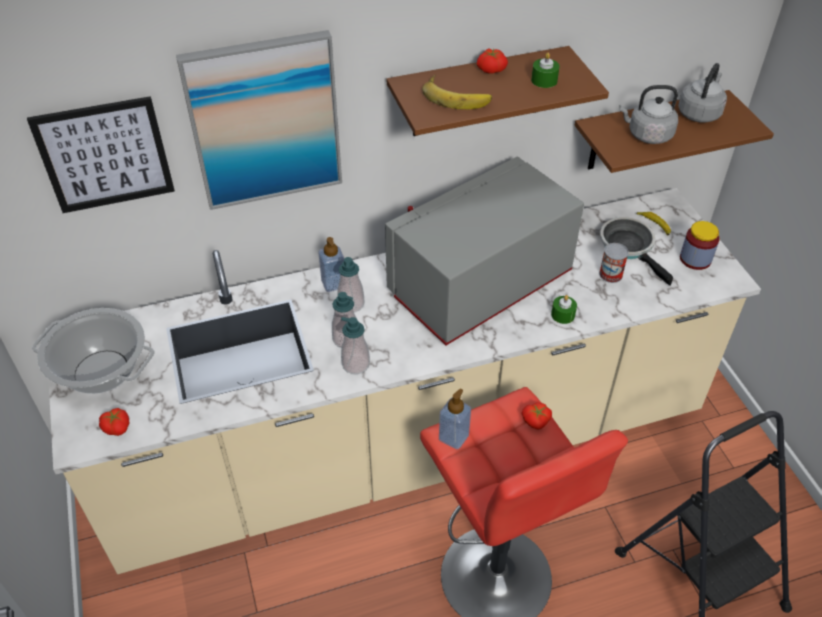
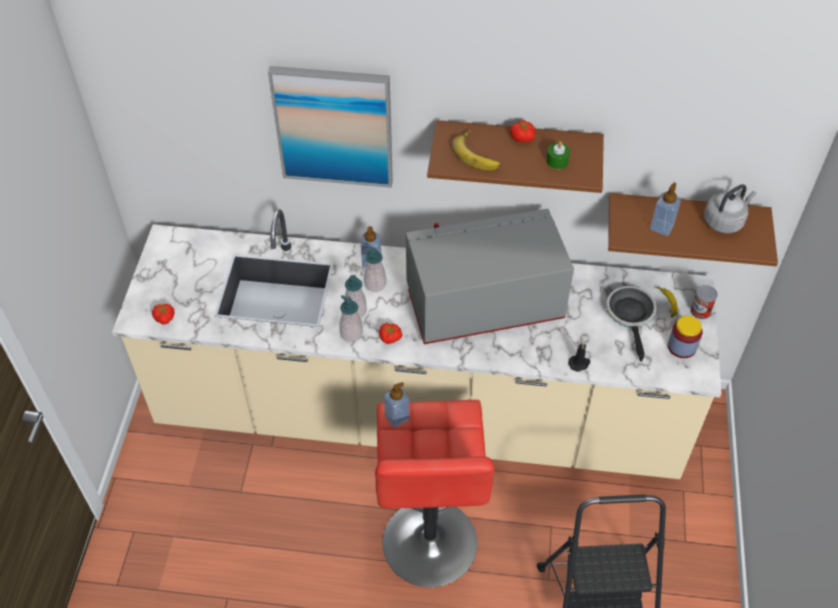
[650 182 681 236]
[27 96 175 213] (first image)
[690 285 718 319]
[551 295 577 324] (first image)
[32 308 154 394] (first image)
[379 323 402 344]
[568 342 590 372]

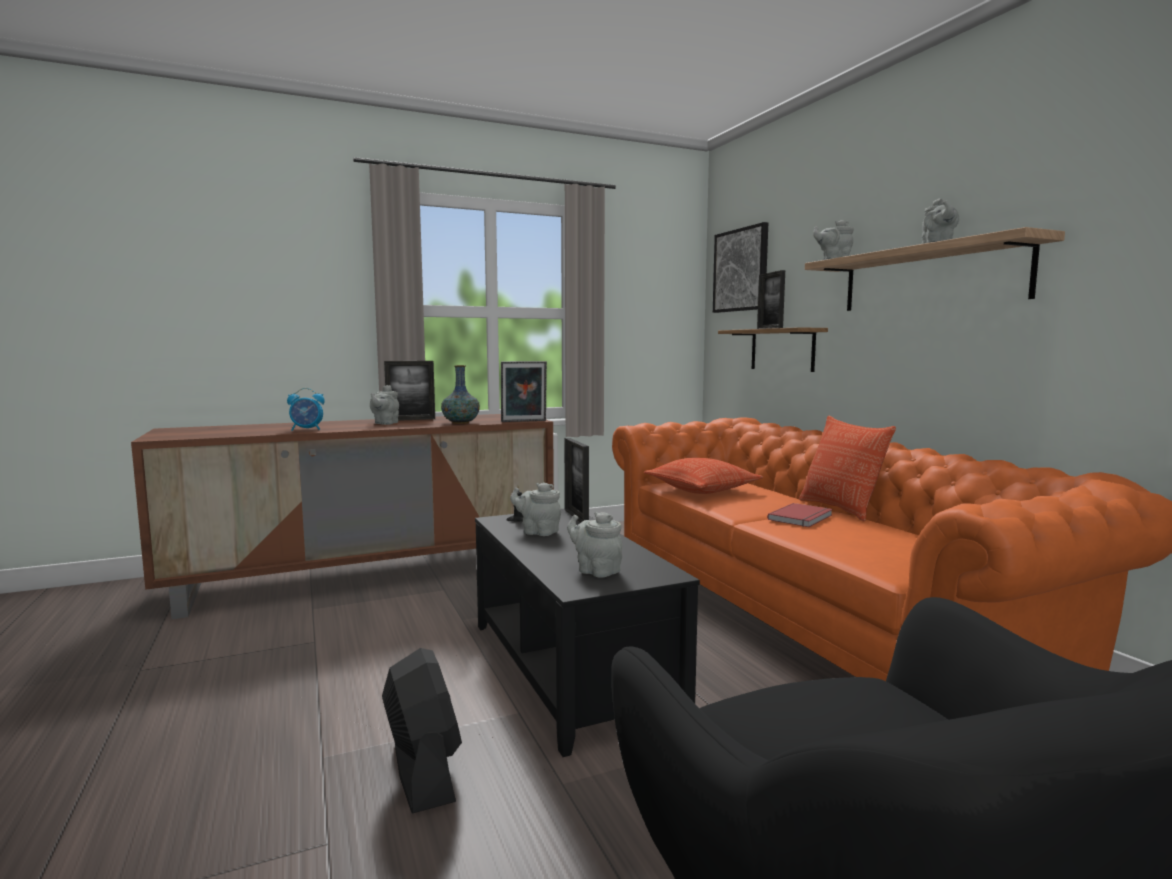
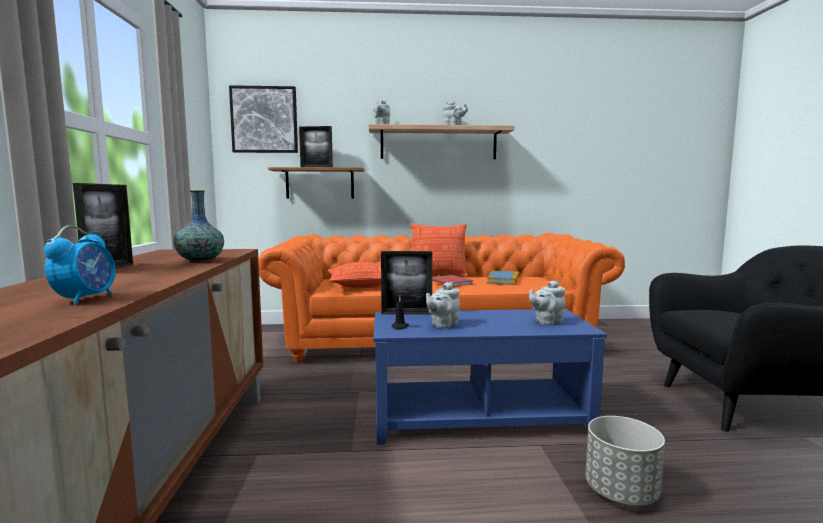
[501 361 547 422] (first image)
[370 385 399 425] (first image)
[373 309 607 445]
[585 416 665 506]
[487 271 519 285]

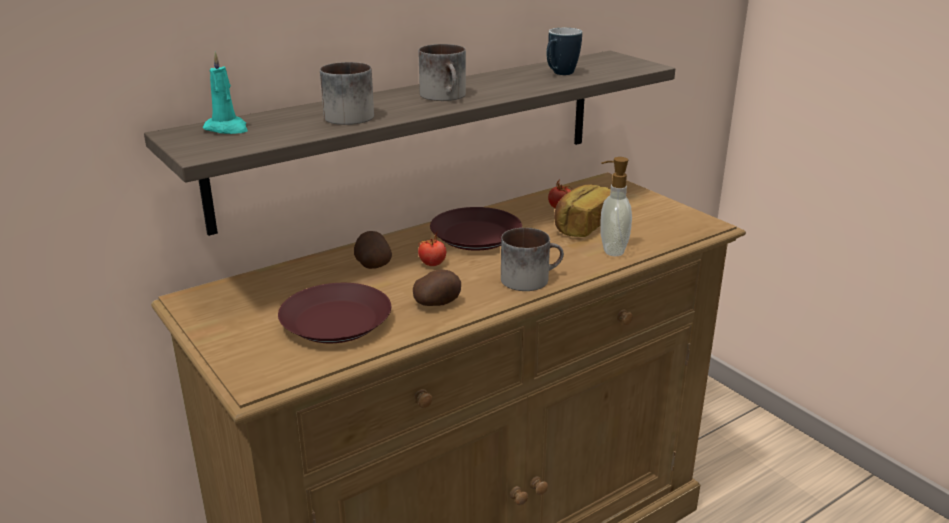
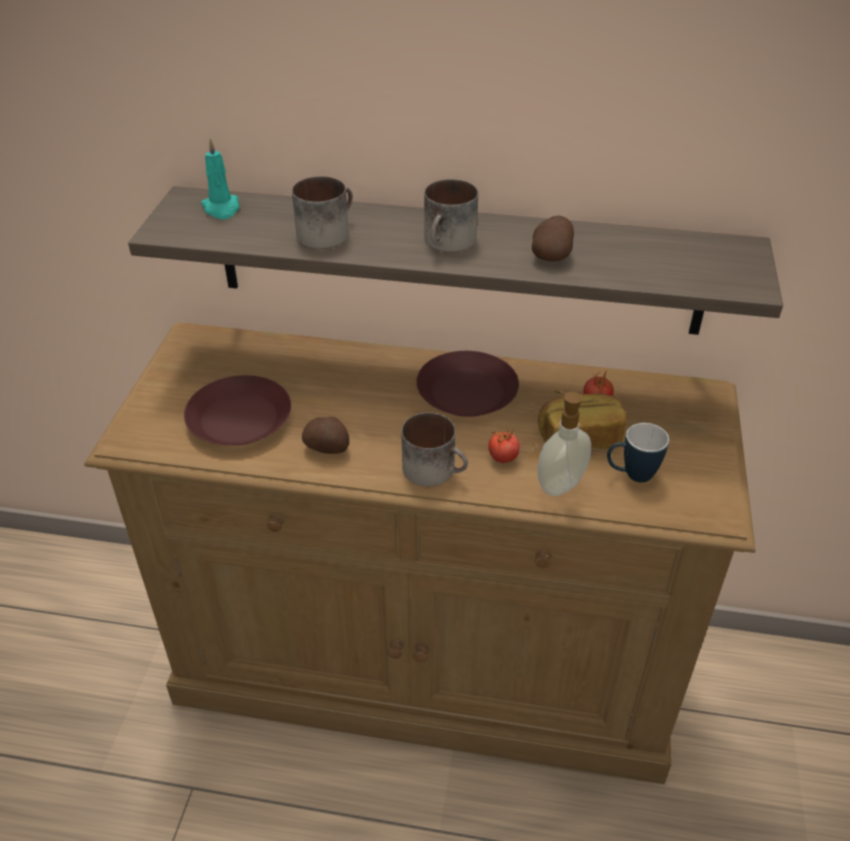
[607 423 669 482]
[532 216 574 261]
[488 429 520 463]

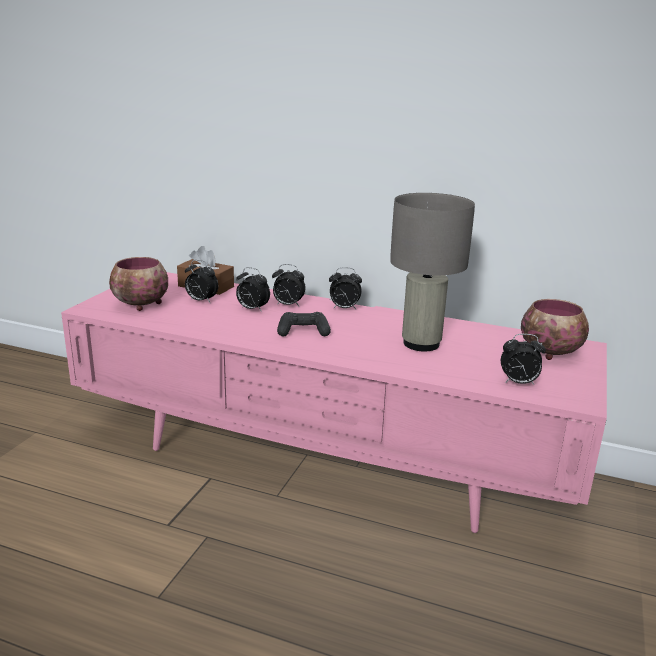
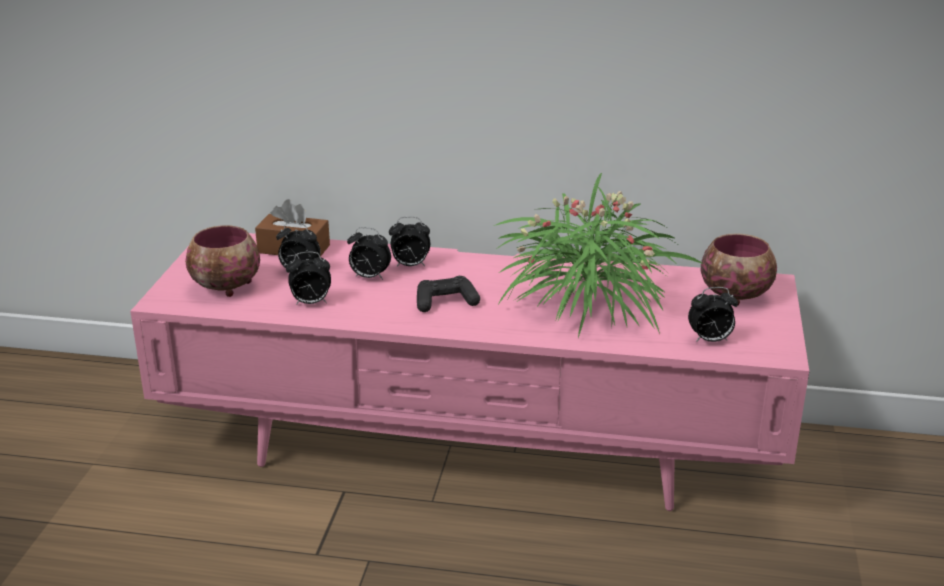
[494 173 703 338]
[286 252 331 305]

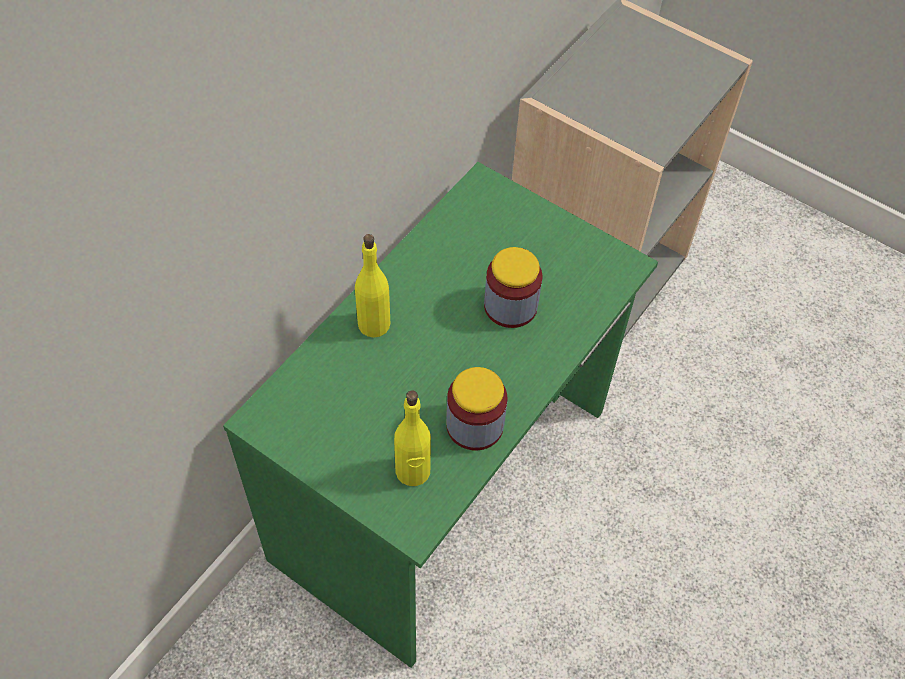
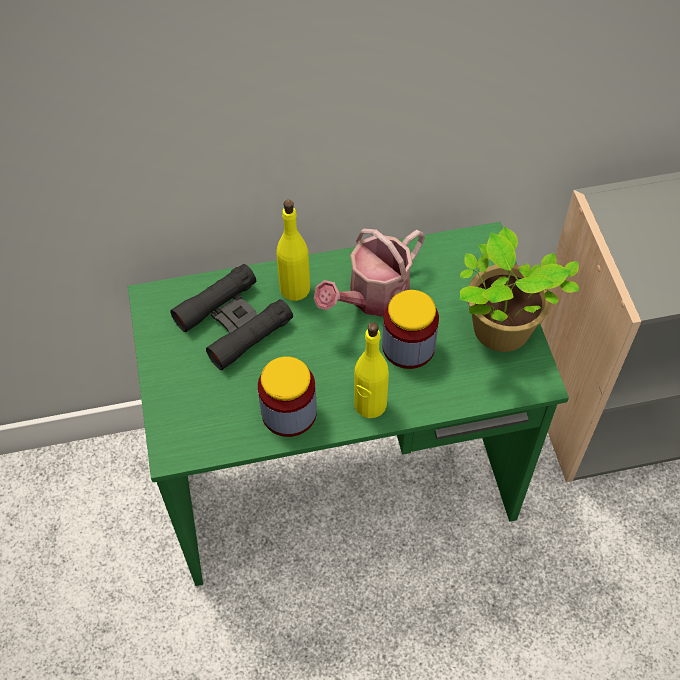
[354 322 389 418]
[459 226 579 352]
[314 228 425 317]
[170 264 293 370]

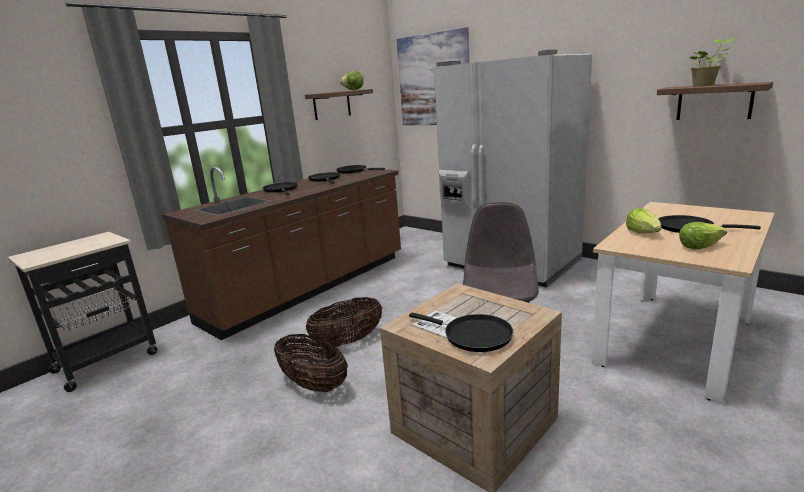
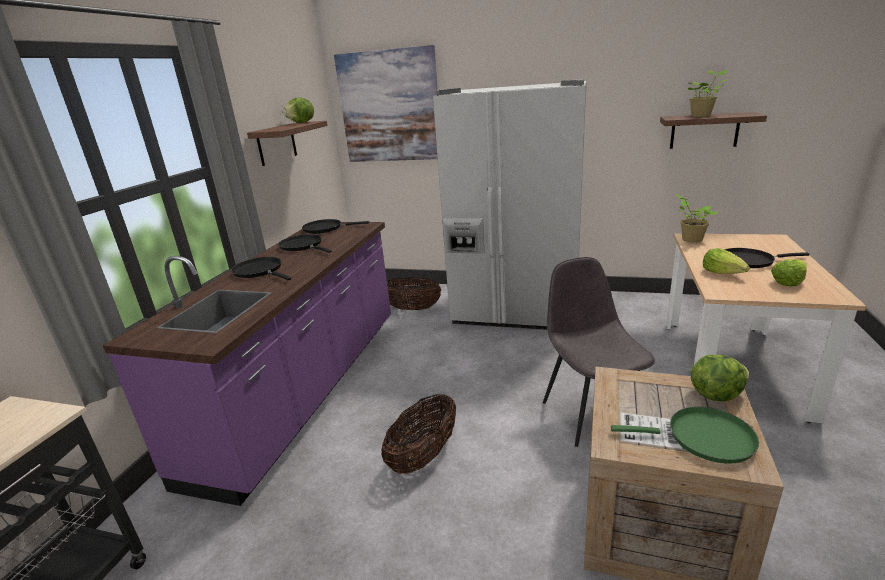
[103 222 391 506]
[611 407 759 464]
[387 277 441 310]
[676 194 718 243]
[691 355 749 402]

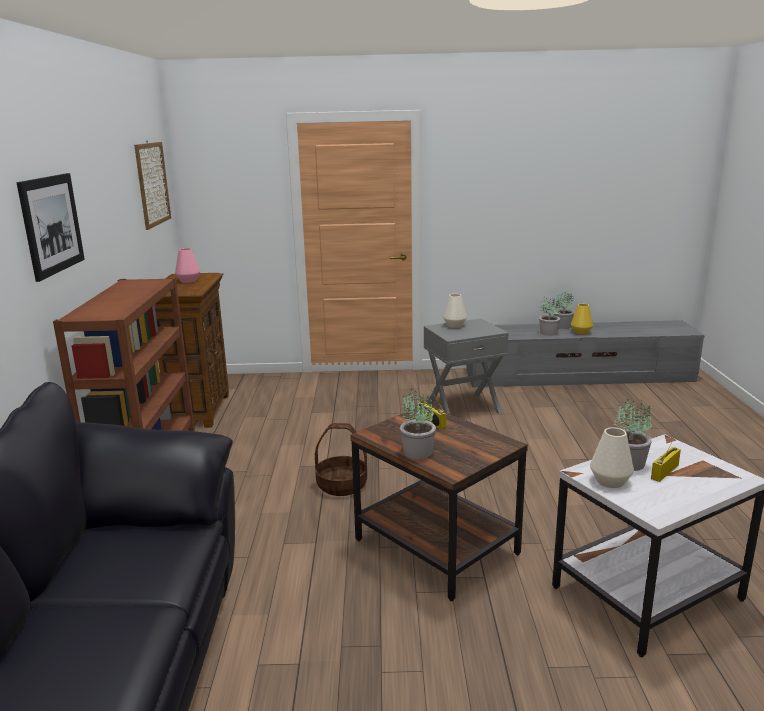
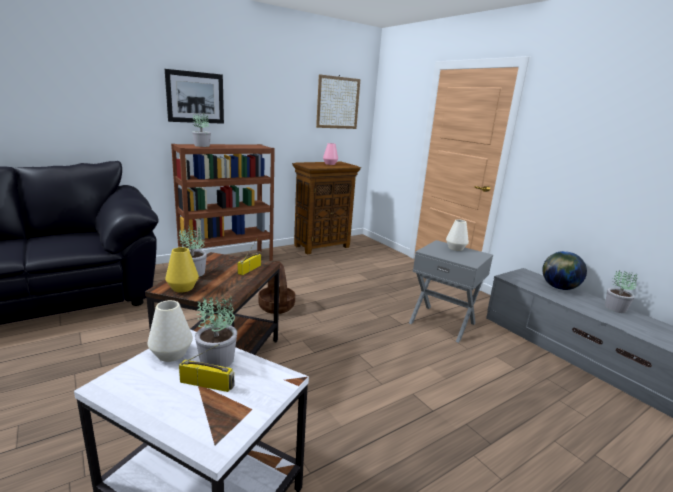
[192 112 211 147]
[165 247 199 292]
[542 251 587 290]

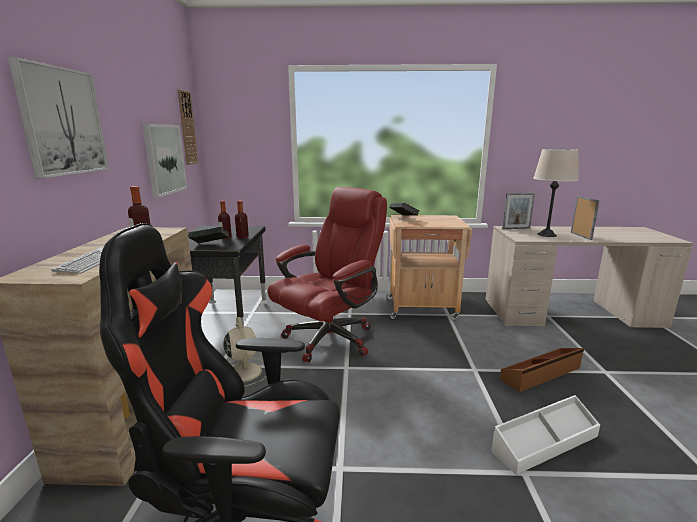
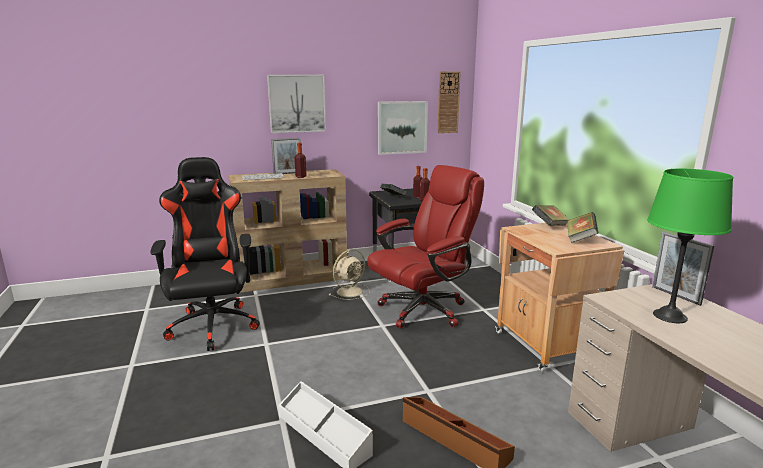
[647 169 733 323]
[367 165 484 328]
[271 138 301 174]
[567 212 598 243]

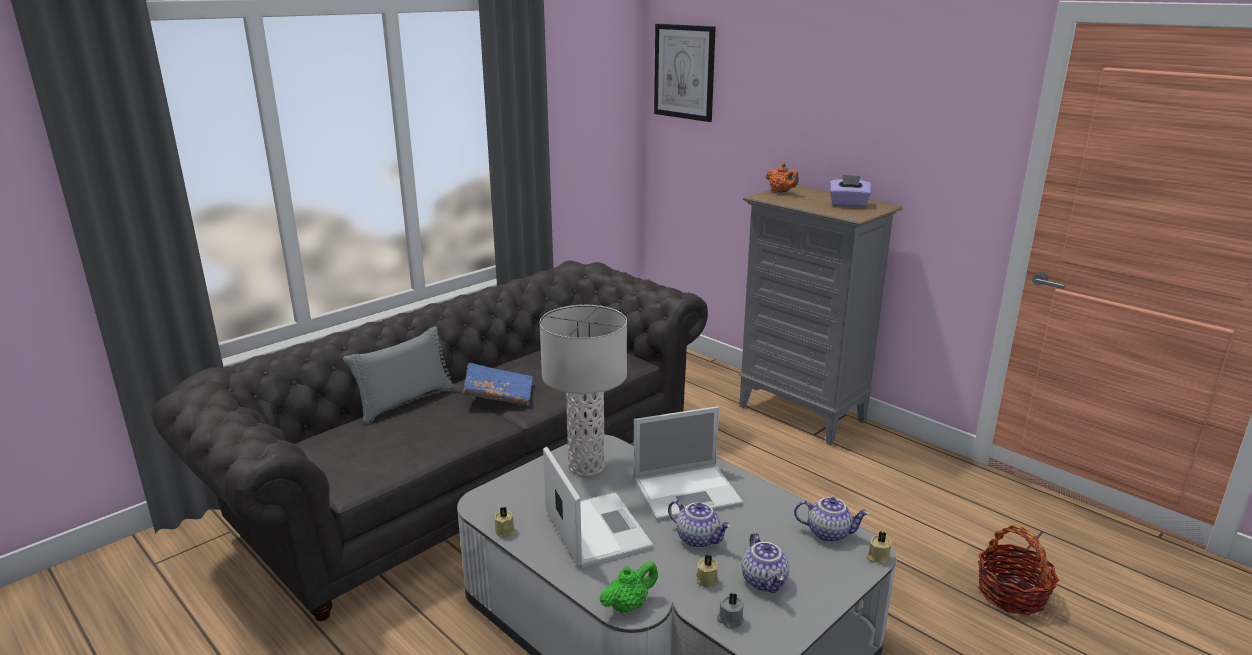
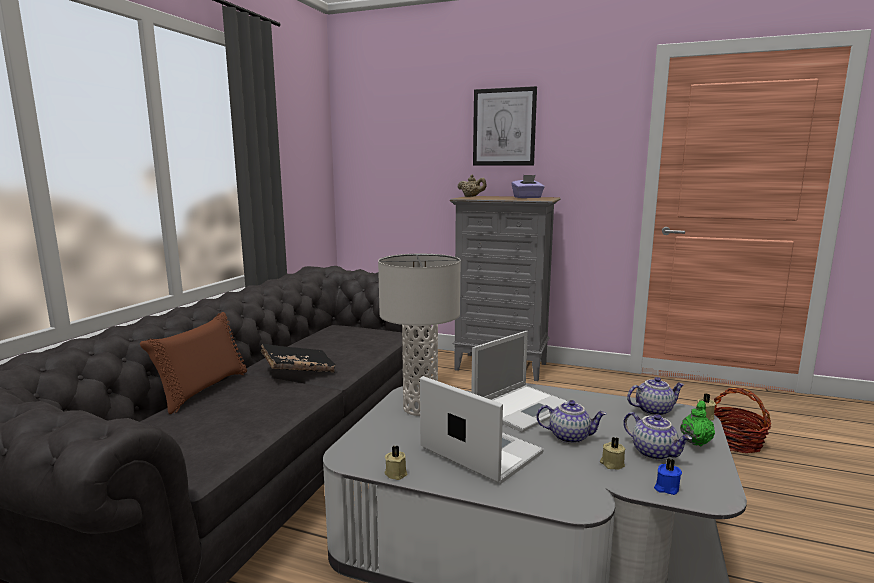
[473 86 537 166]
[458 174 487 197]
[140 312 247 414]
[261 344 336 373]
[680 401 715 446]
[654 458 682 495]

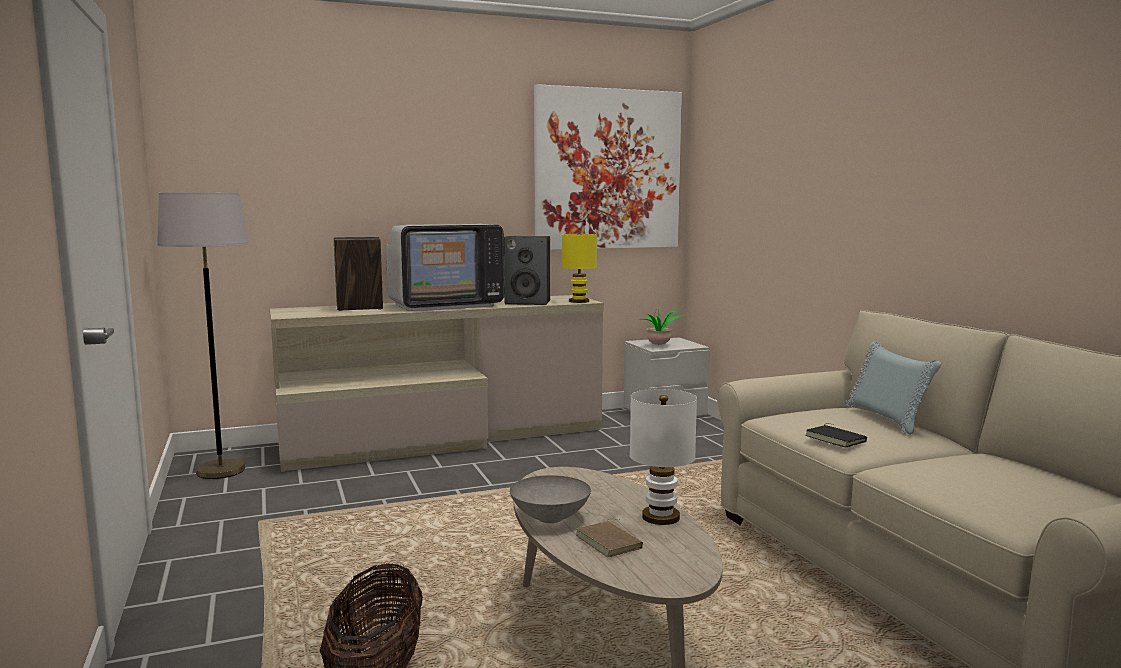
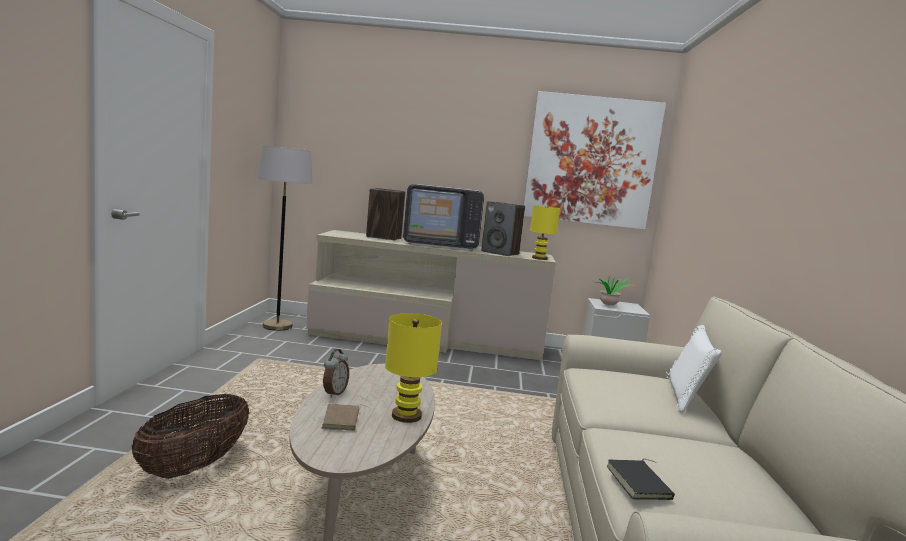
[666 325 722 413]
[385 313 442 423]
[607 459 675 500]
[323 349 349 398]

